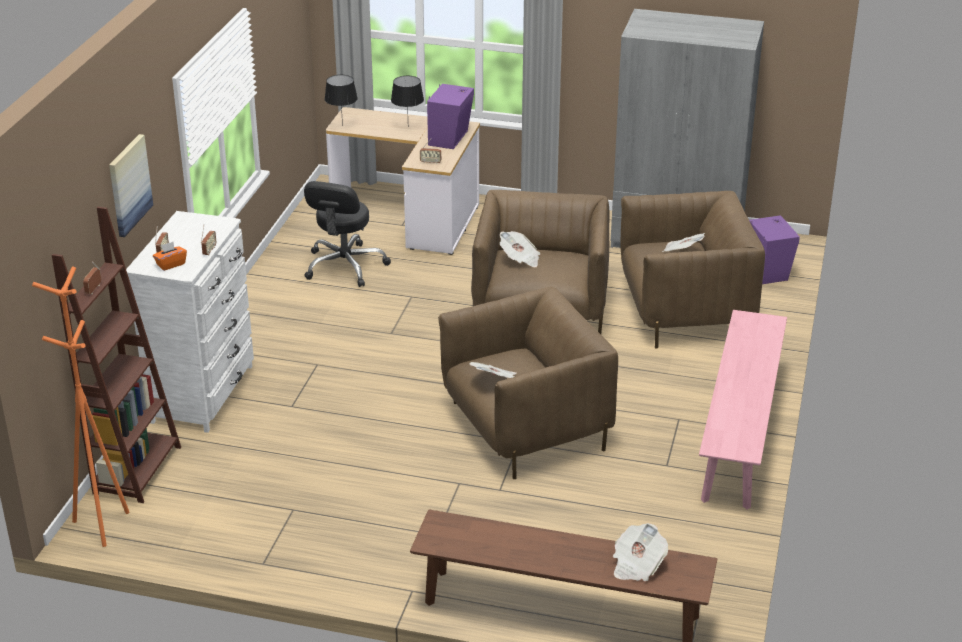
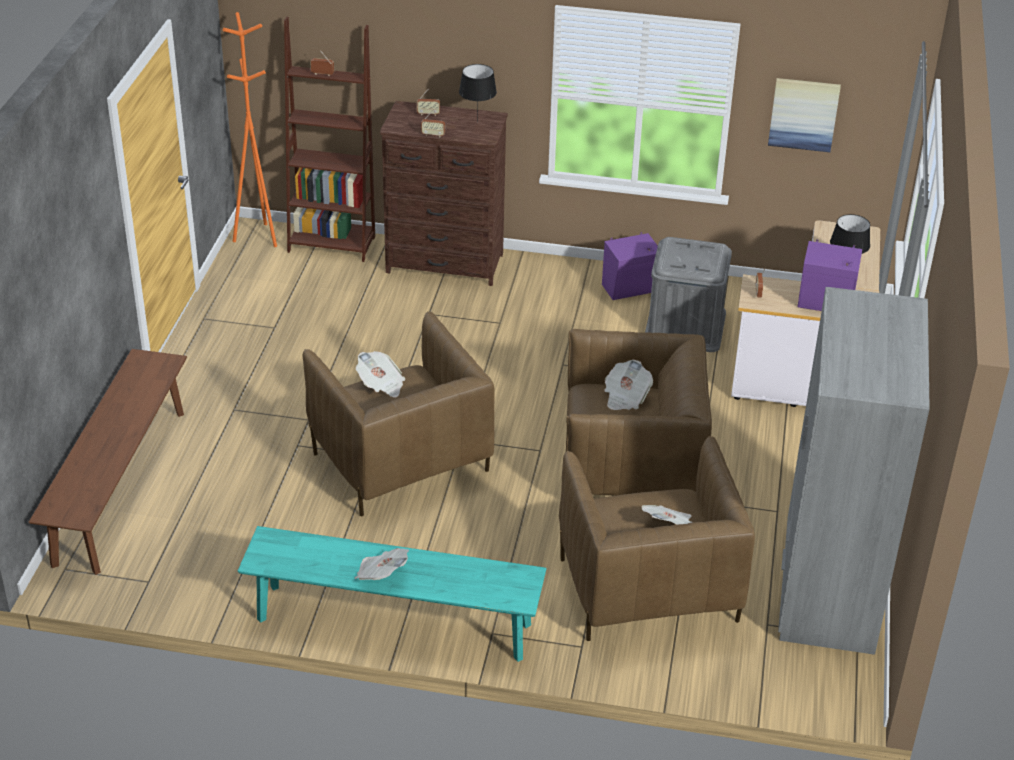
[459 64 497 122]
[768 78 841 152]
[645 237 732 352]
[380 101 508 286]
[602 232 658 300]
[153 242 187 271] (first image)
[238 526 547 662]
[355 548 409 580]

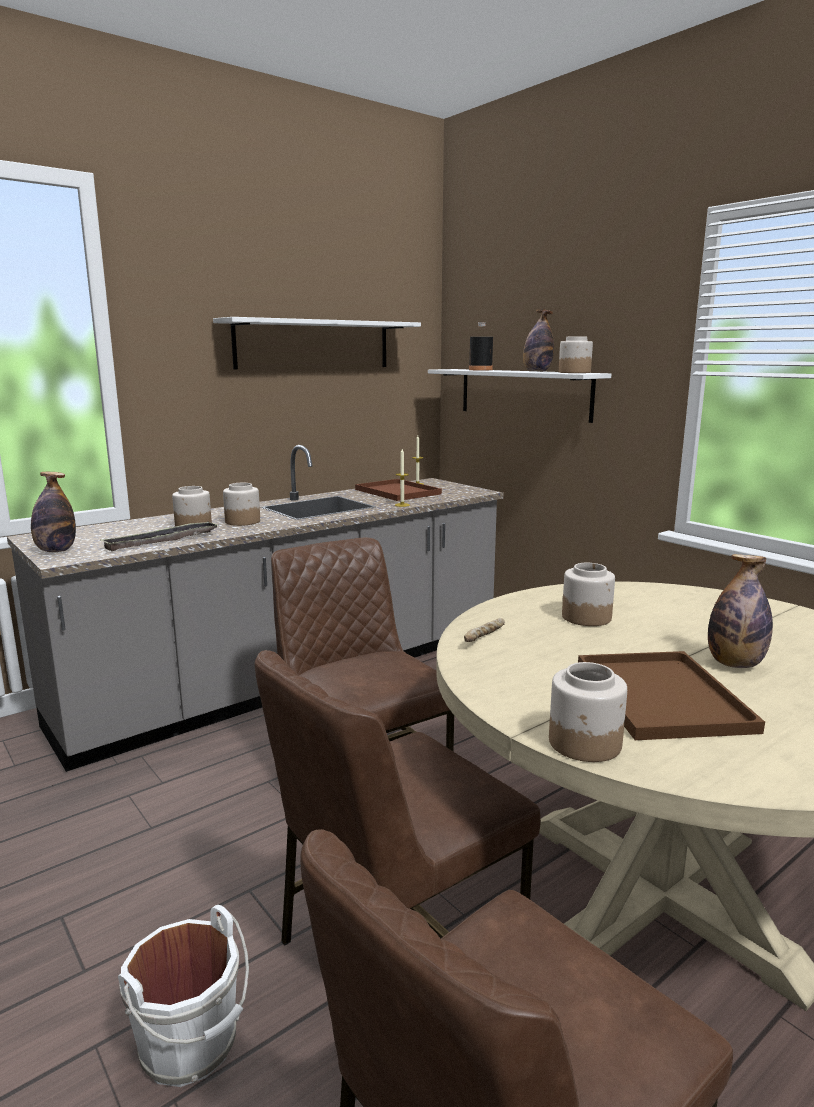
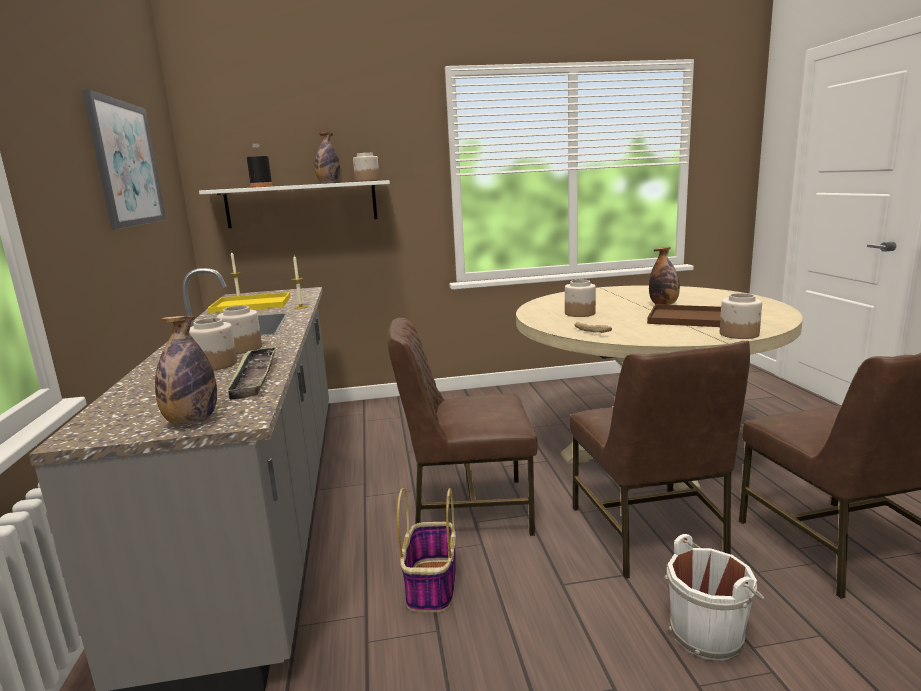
[83 89 166 229]
[208 292 290 313]
[397 488 456 612]

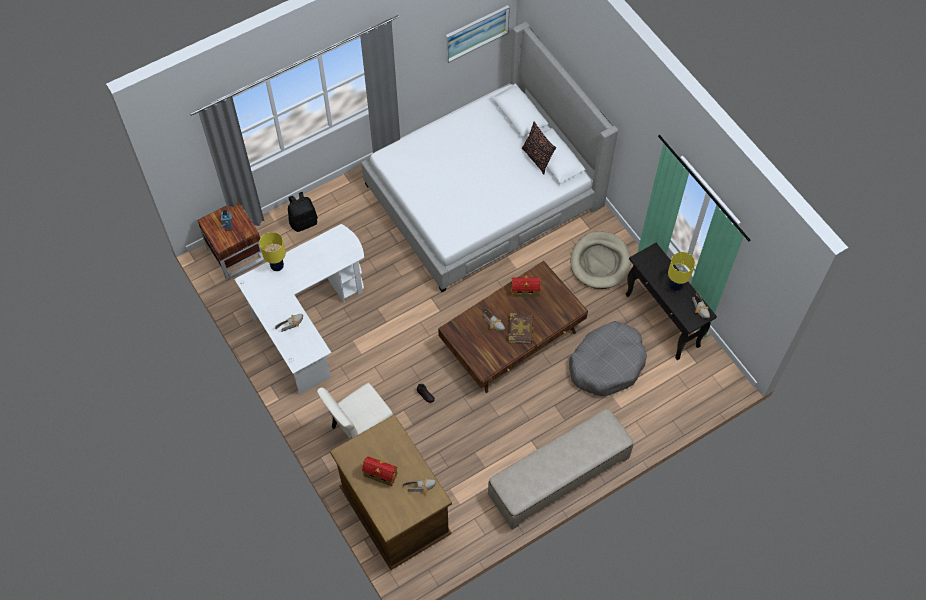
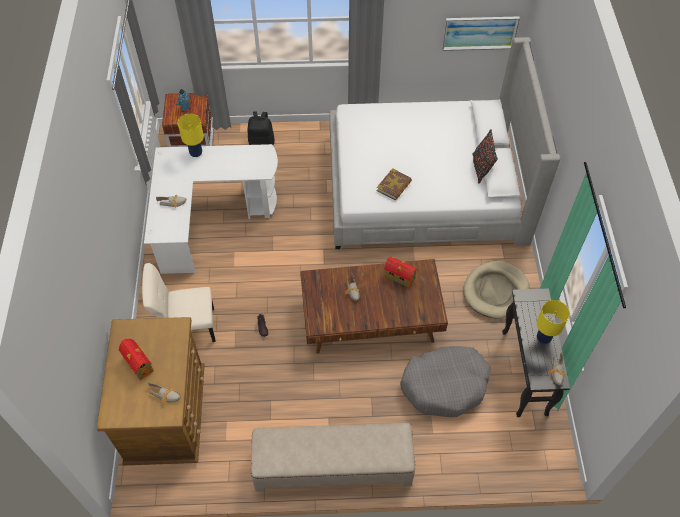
[377 168 412 200]

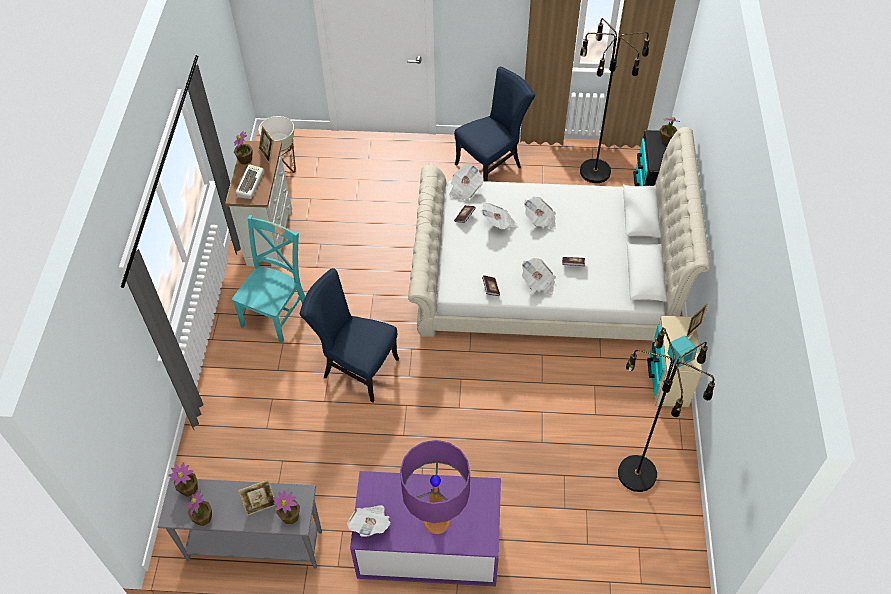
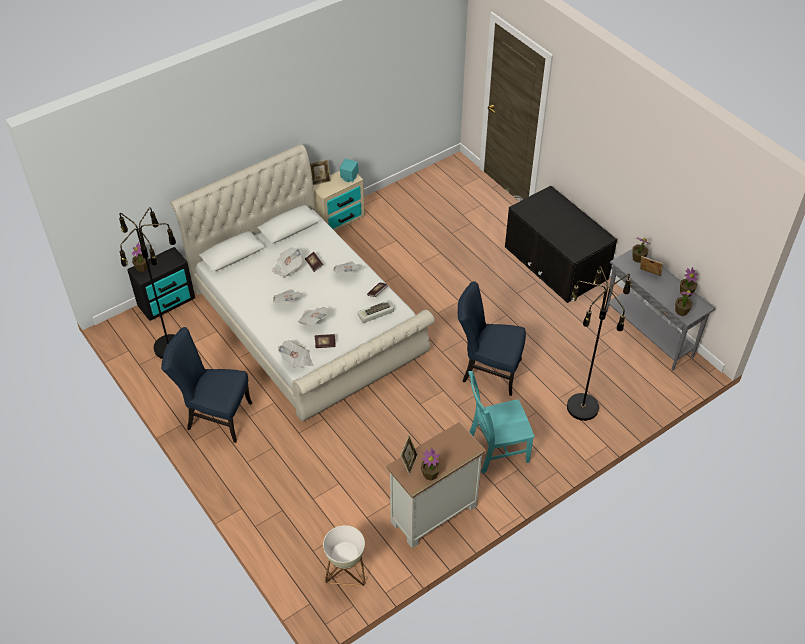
[357 300 394 323]
[458 281 526 396]
[567 266 631 421]
[400 440 470 534] (first image)
[505 186 617 303]
[272 247 302 278]

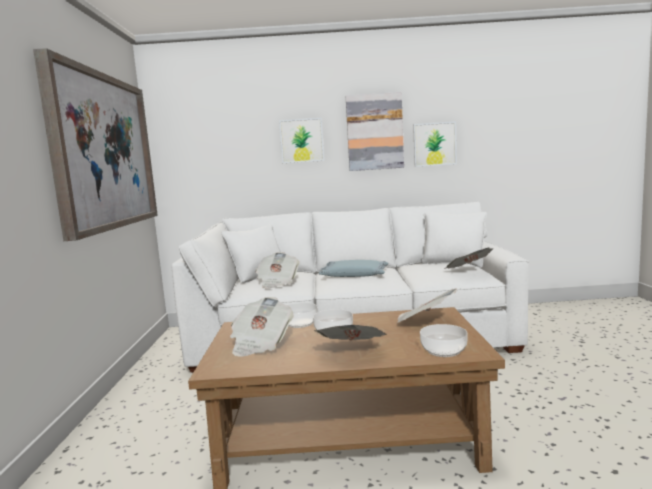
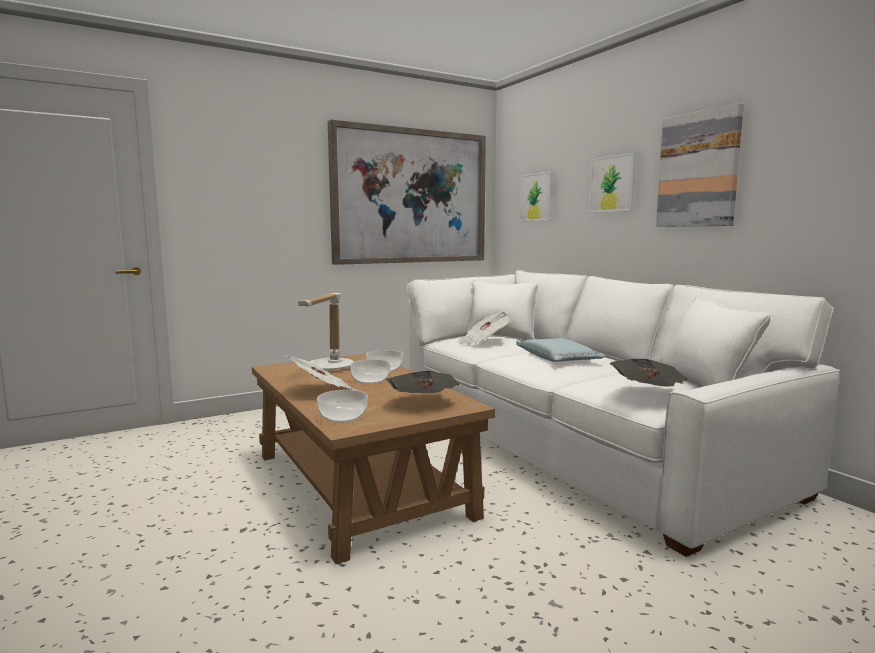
[519 171 553 221]
[298 293 354 370]

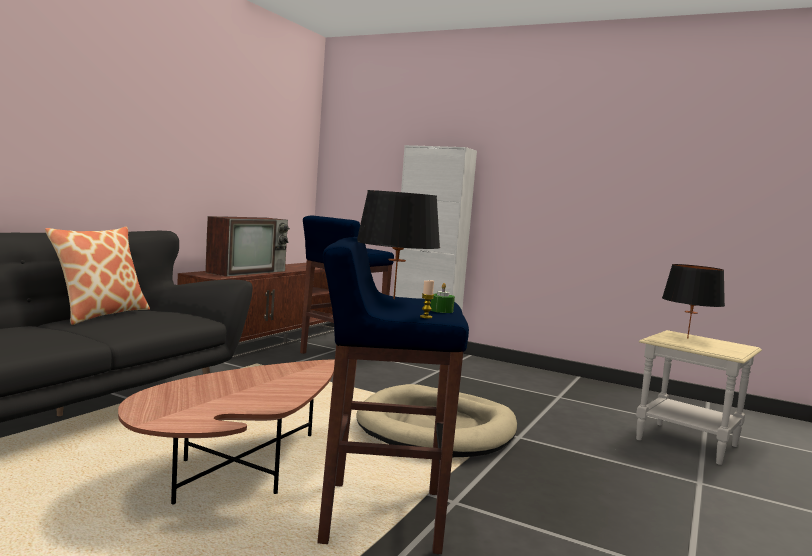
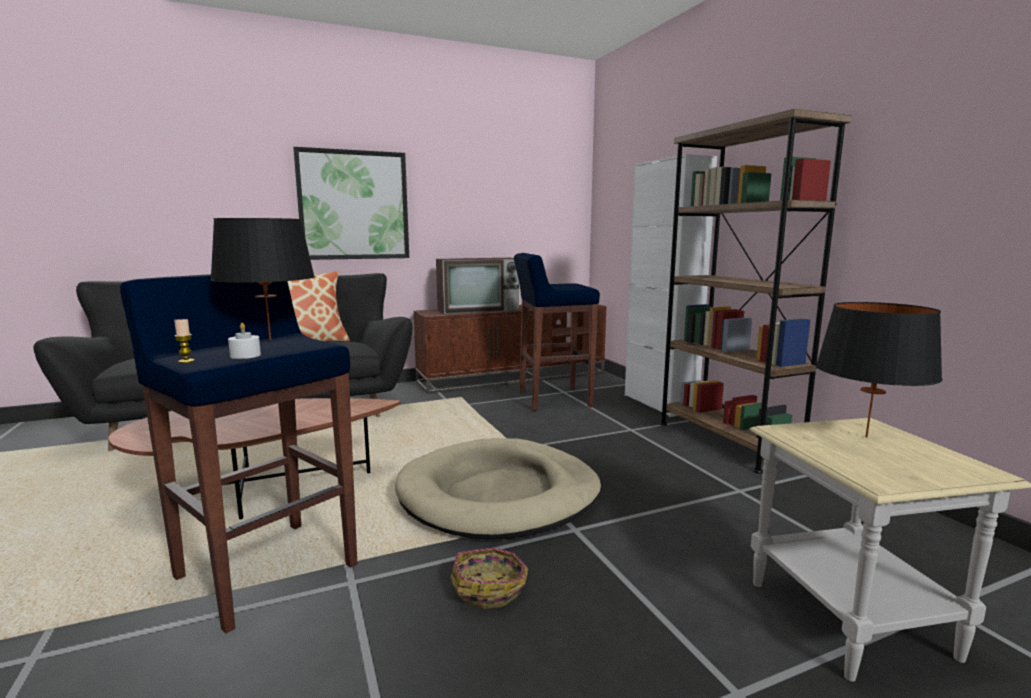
[228 323 261 359]
[660 109 852 474]
[293 147 409 260]
[450 548 528 609]

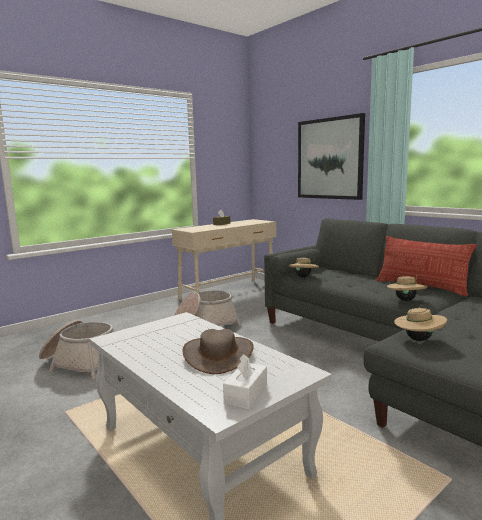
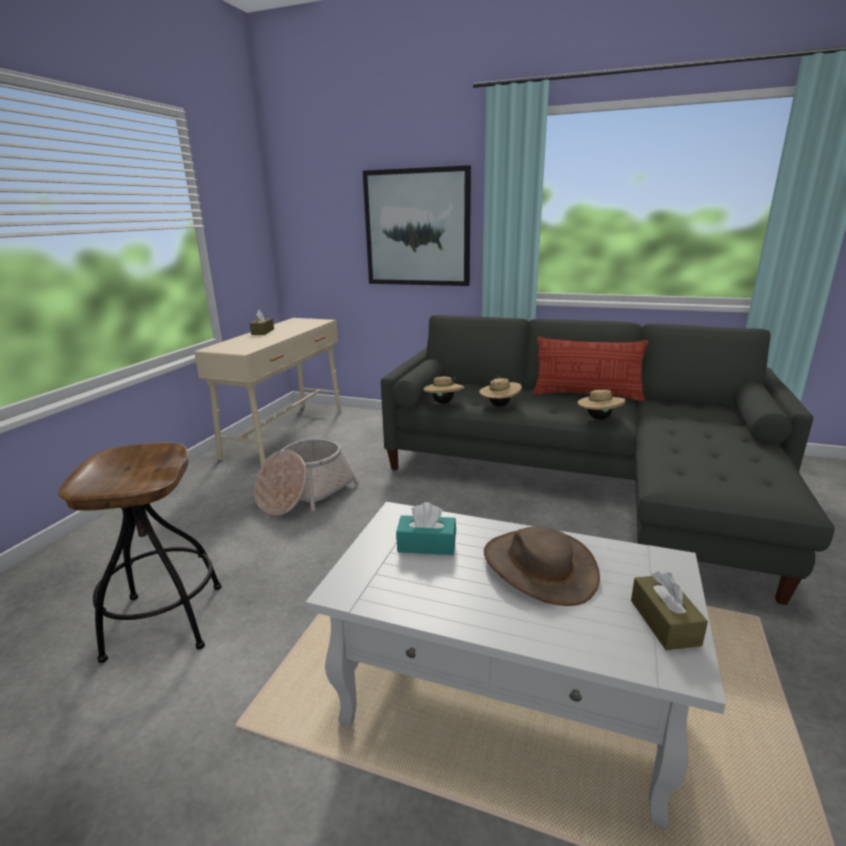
[479 375 522 407]
[58 442 221 663]
[631 572 708 650]
[396 502 456 555]

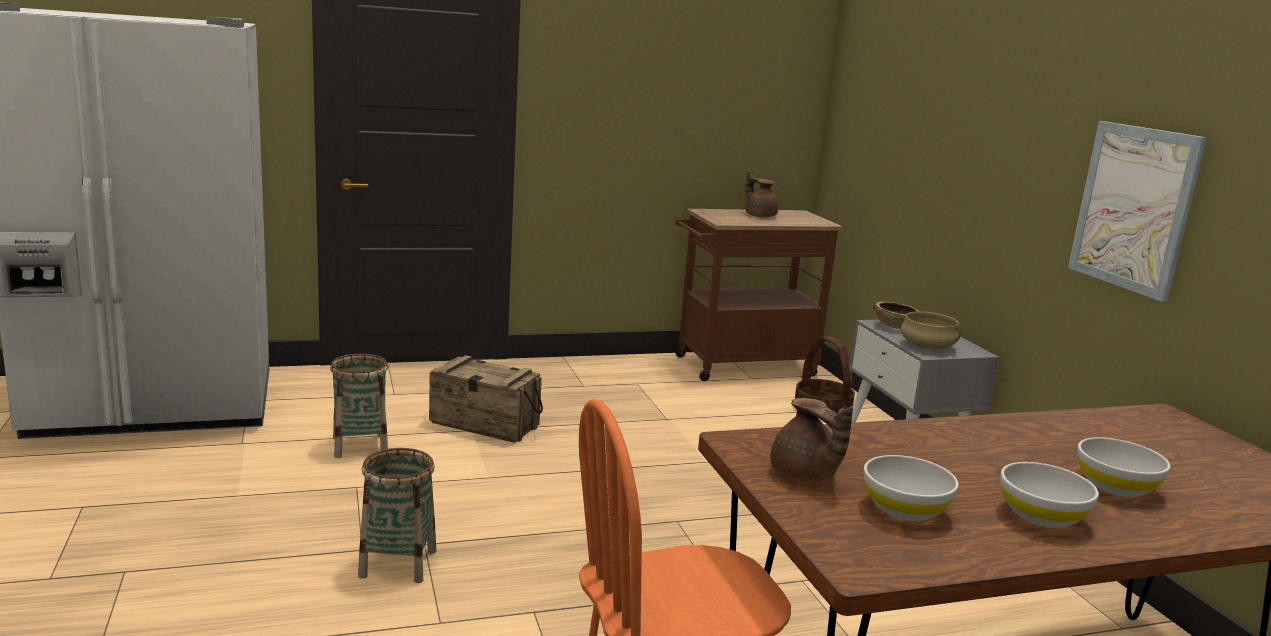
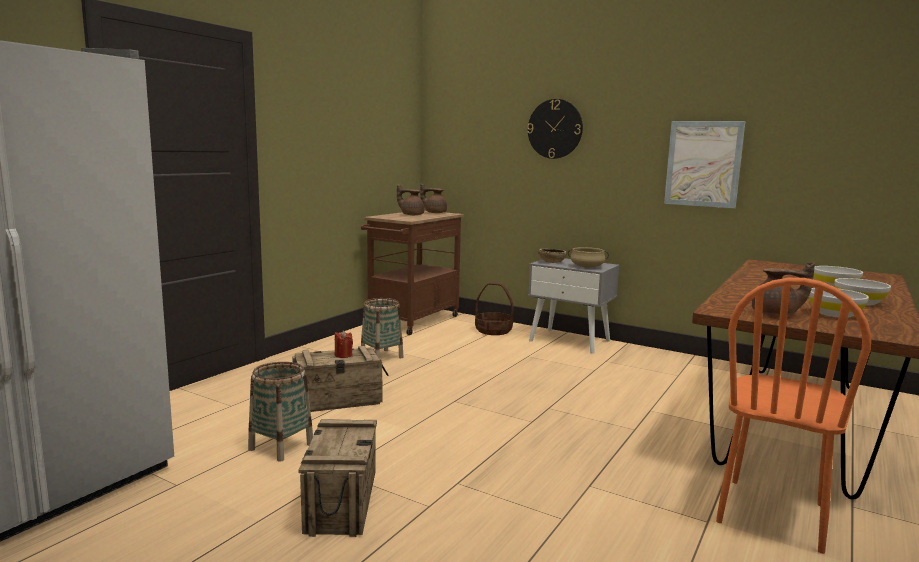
[361 298 404 358]
[527 99 583 159]
[420 183 447 213]
[335 331 353 358]
[298 419 377 537]

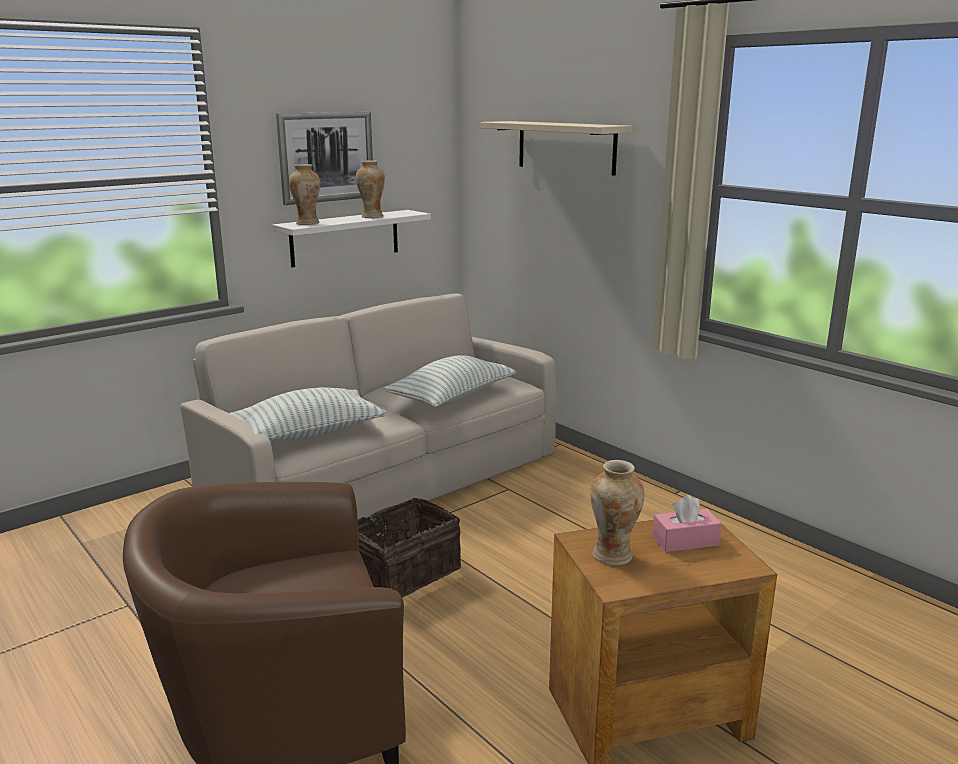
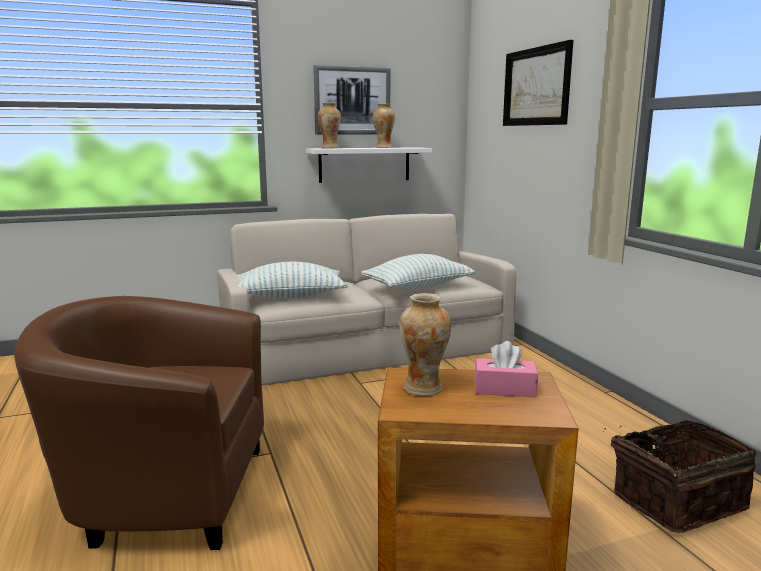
[503 40 573 126]
[604 420 756 533]

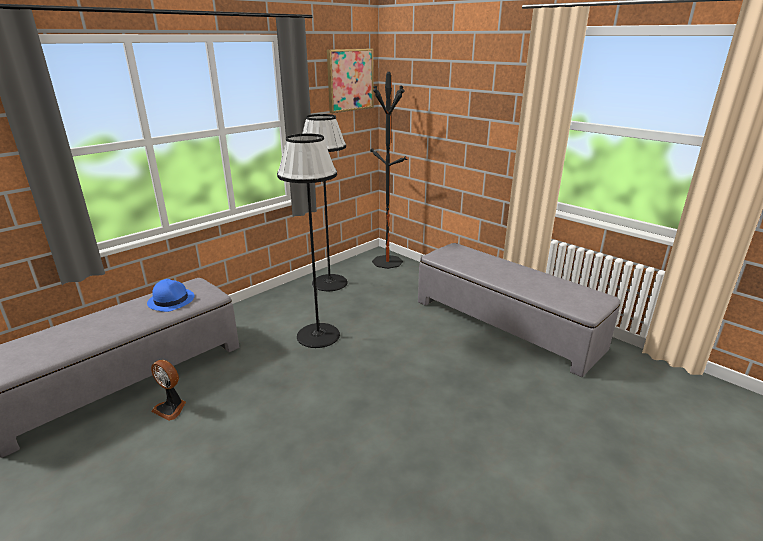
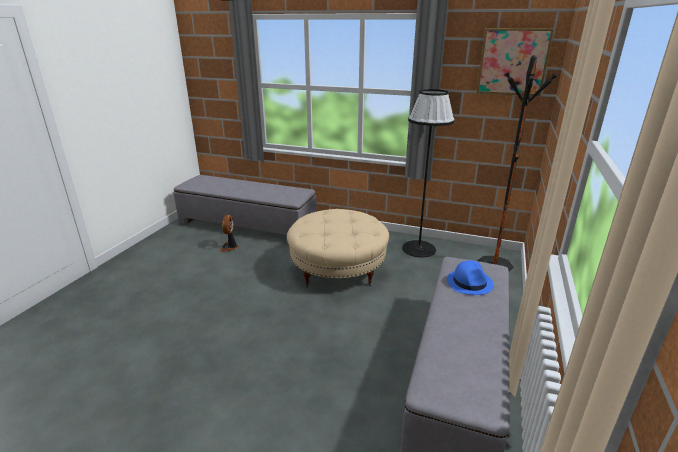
[287 209 389 287]
[447 260 494 295]

